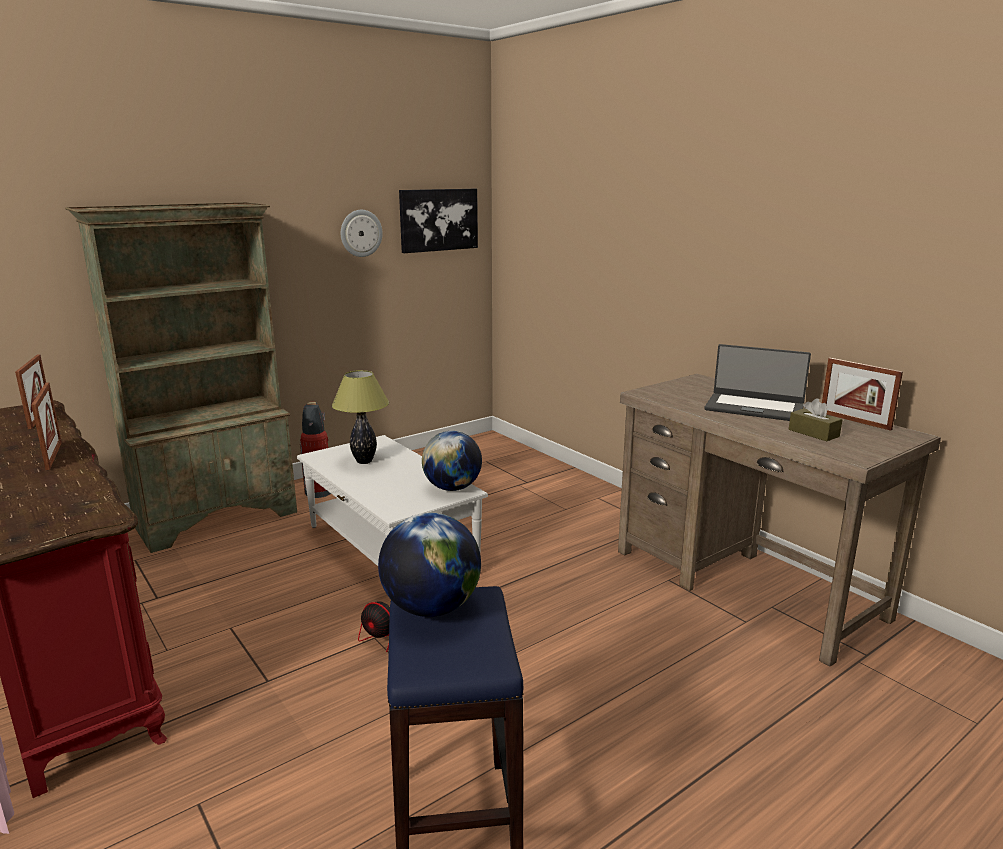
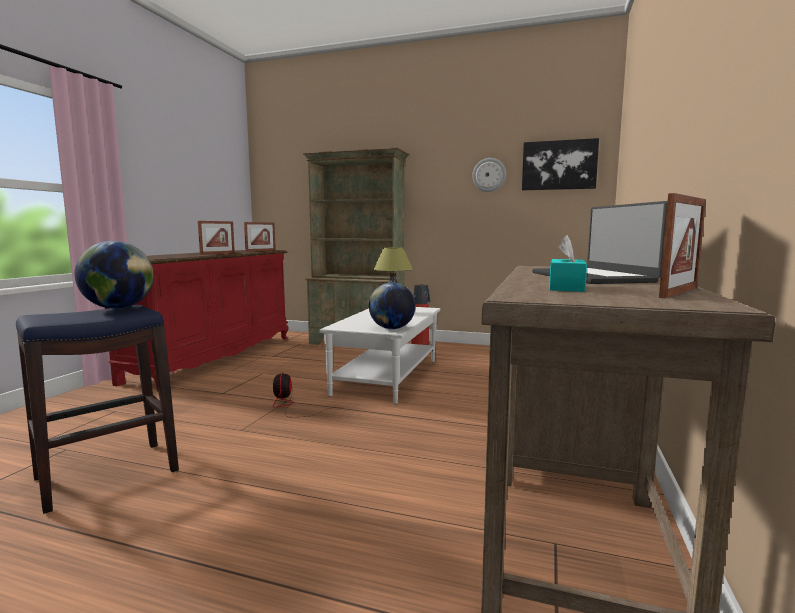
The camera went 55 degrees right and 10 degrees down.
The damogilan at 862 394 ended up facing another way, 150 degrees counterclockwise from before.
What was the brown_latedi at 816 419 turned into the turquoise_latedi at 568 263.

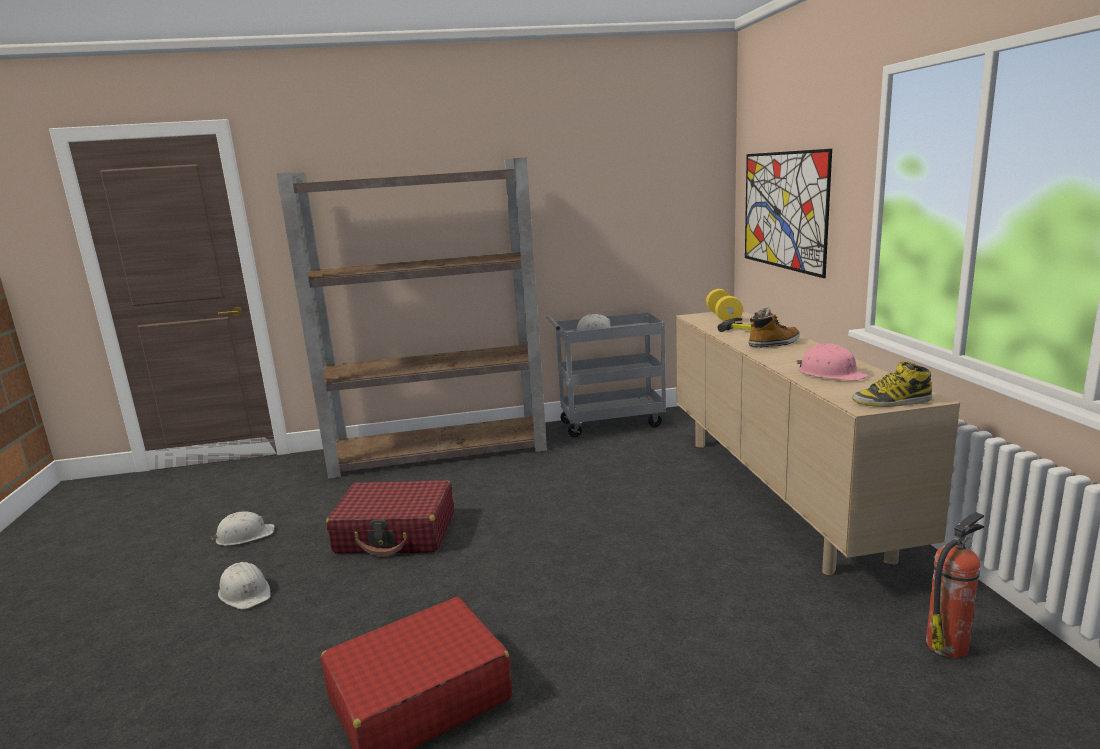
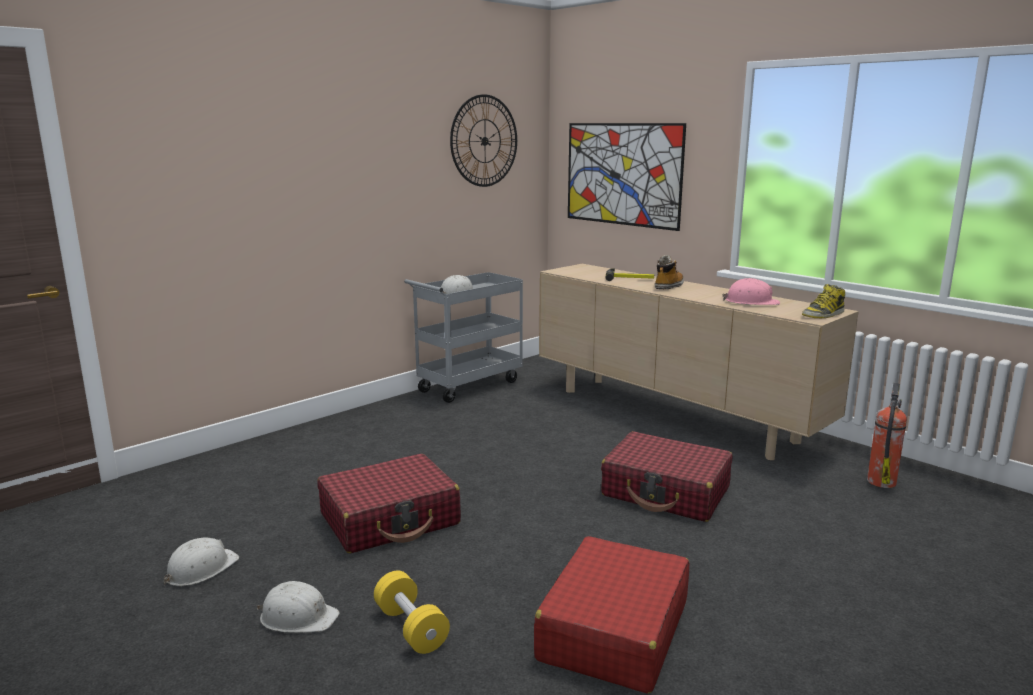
The camera went 35 degrees left and 0 degrees up.
The second view lost the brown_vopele at 411 318.
The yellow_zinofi ended up elsewhere, having gone from 724 305 to 412 612.
The second view gained the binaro at 483 140.
The second view gained the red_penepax at 667 476.

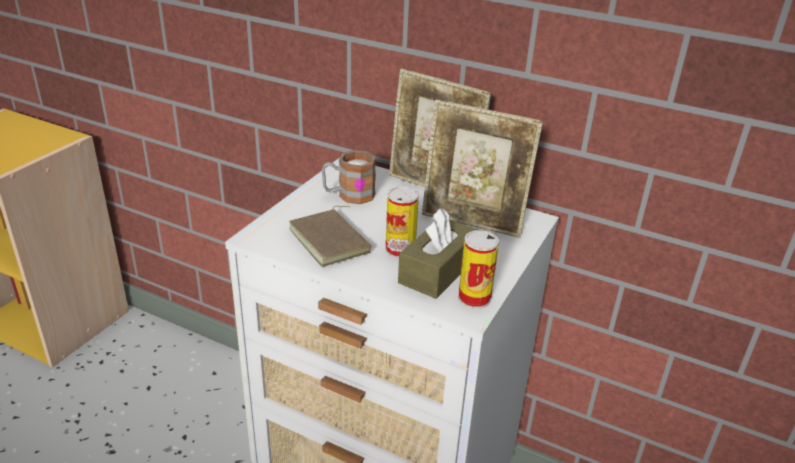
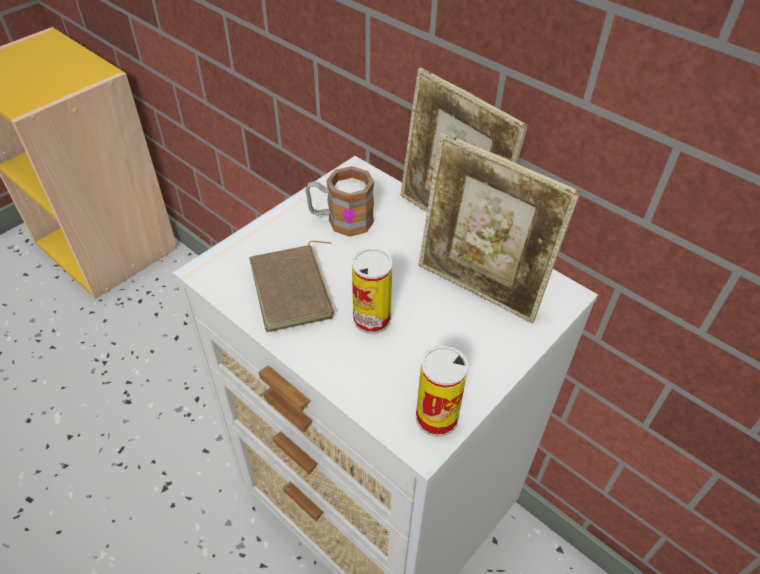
The camera went 15 degrees right and 15 degrees up.
The second view lost the brown_latedi at 438 253.

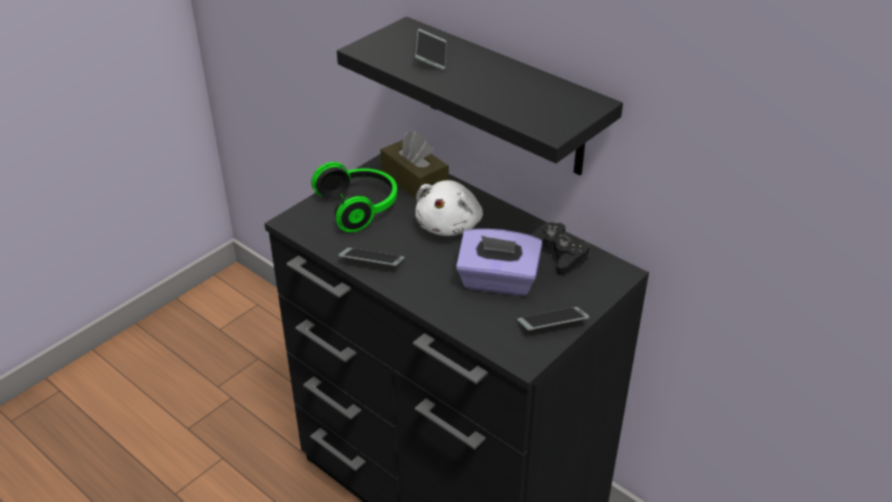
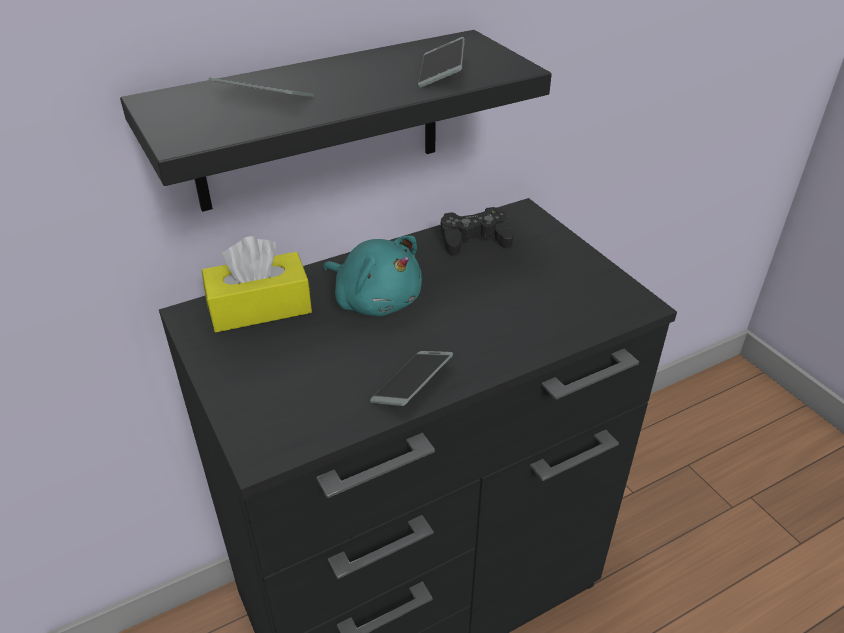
The camera went 70 degrees left and 0 degrees up.
What was the brown_latedi at 414 165 turned into the yellow_latedi at 257 284.
The second view lost the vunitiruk at 354 197.
What was the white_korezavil at 449 208 turned into the turquoise_korezavil at 372 276.
The second view lost the purple_latedi at 499 262.
The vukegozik ended up elsewhere, having gone from 553 318 to 441 62.

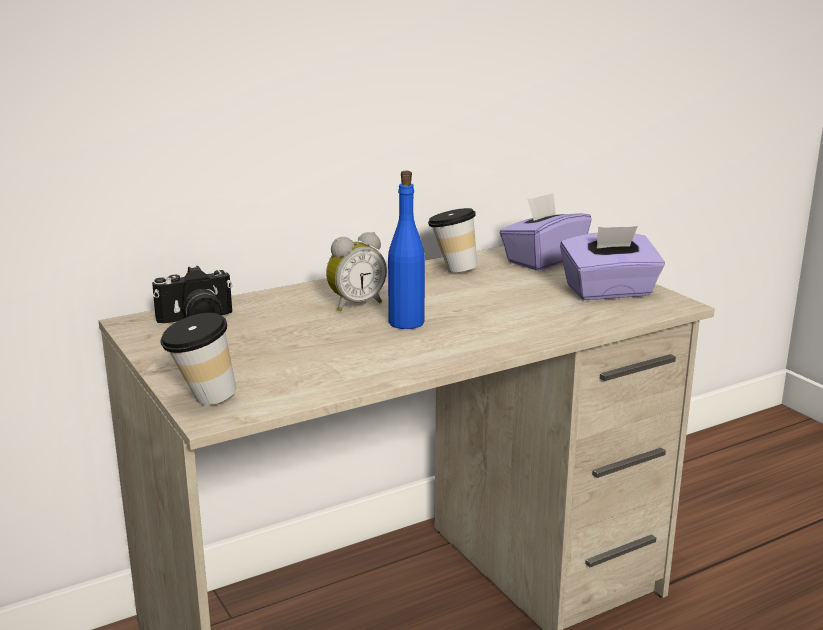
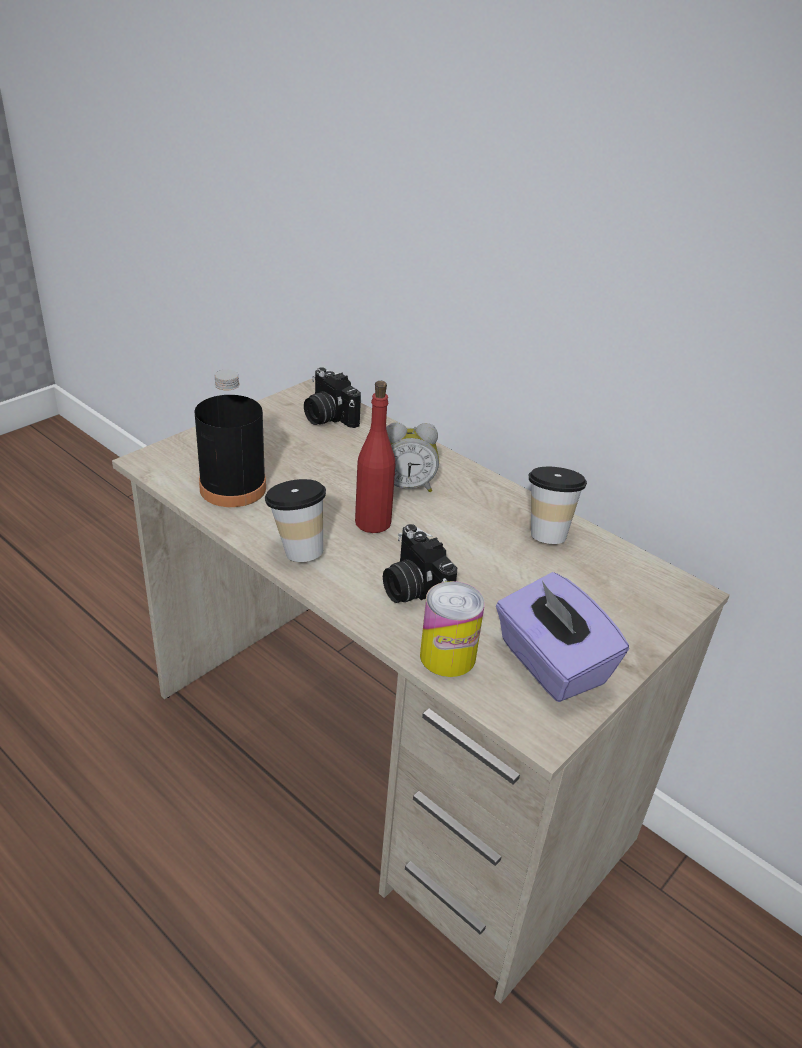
The camera went 70 degrees right and 15 degrees up.
What was the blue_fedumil at 406 249 turned into the red_fedumil at 375 457.
The second view lost the purple_latedi at 546 232.
The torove at 356 272 ended up facing another way, 45 degrees counterclockwise from before.
The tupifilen ended up elsewhere, having gone from 198 359 to 295 520.
The second view gained the black_fedumil at 230 438.
The second view gained the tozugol at 420 563.
The second view gained the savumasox at 452 629.

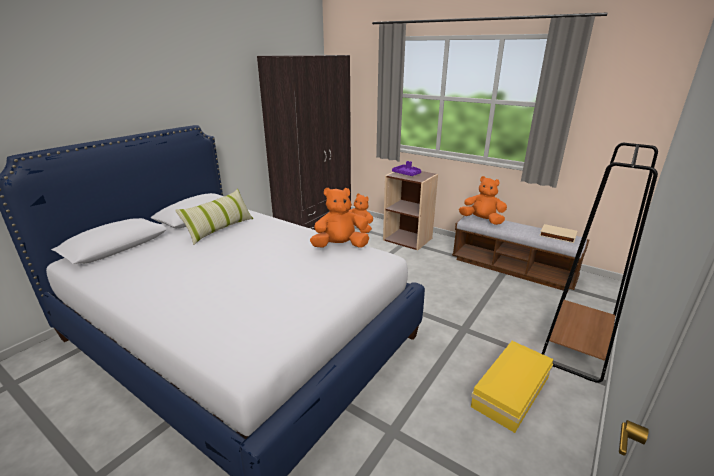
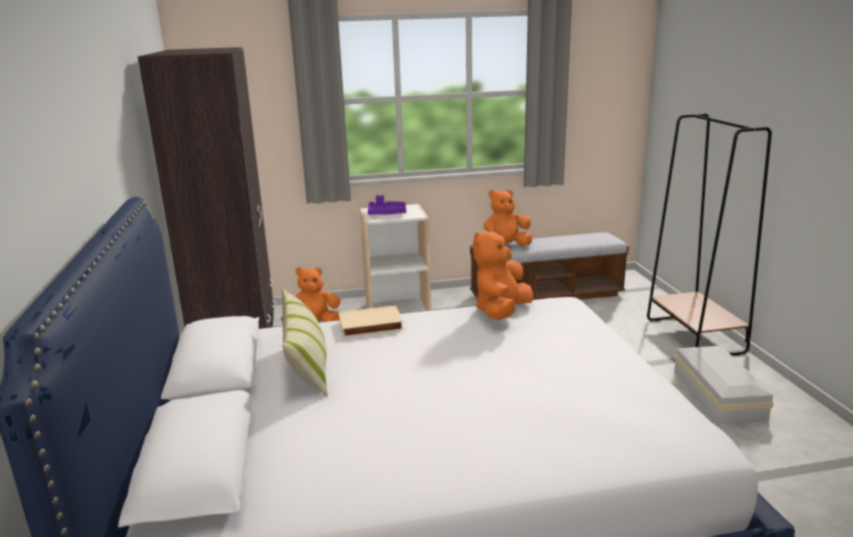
The camera went 45 degrees left and 5 degrees down.
What was the brown_vopele at 410 210 turned into the white_vopele at 395 259.
The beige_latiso ended up elsewhere, having gone from 558 233 to 371 321.
What was the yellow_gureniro at 512 387 turned into the white_gureniro at 724 385.

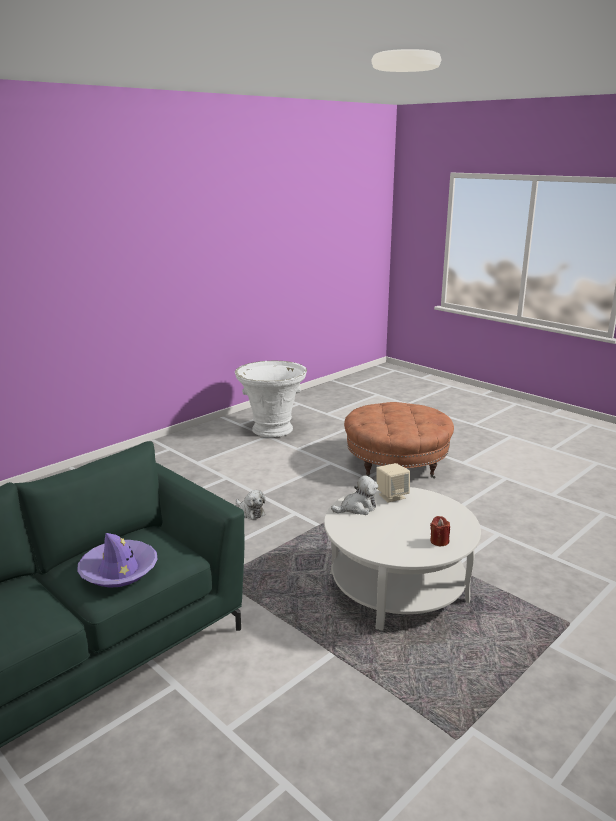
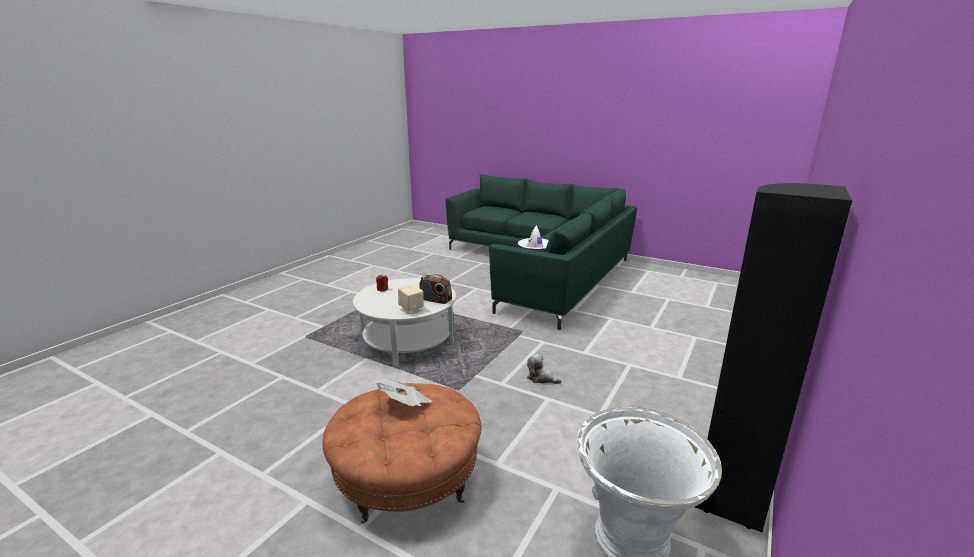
The camera went 165 degrees right and 0 degrees up.
Where the korezavil stood at 354 495, the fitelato came to stand at 435 289.
What was the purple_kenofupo at 117 560 turned into the white_kenofupo at 533 238.
The second view gained the black_vopele at 773 357.
The second view gained the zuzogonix at 403 392.

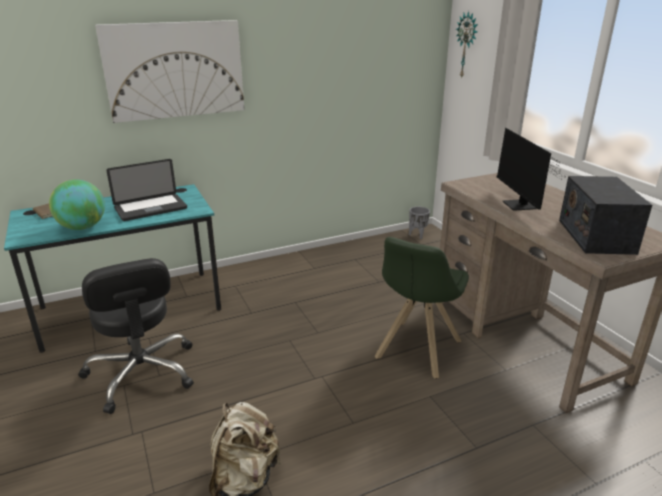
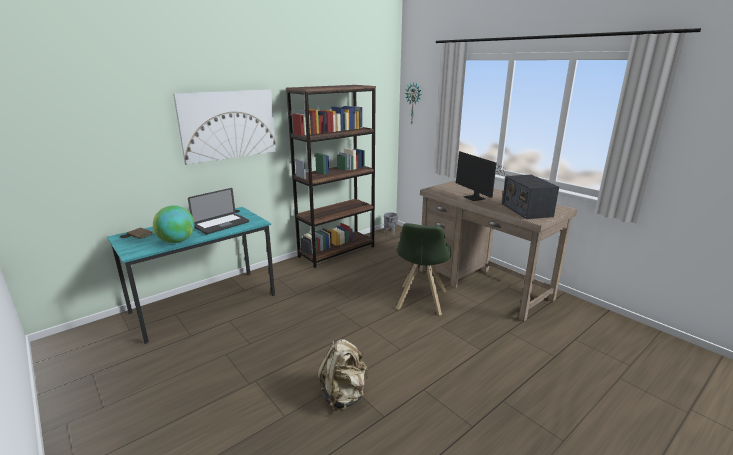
The camera went 15 degrees left and 5 degrees down.
The second view lost the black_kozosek at 136 336.
The second view gained the brown_vopele at 331 176.

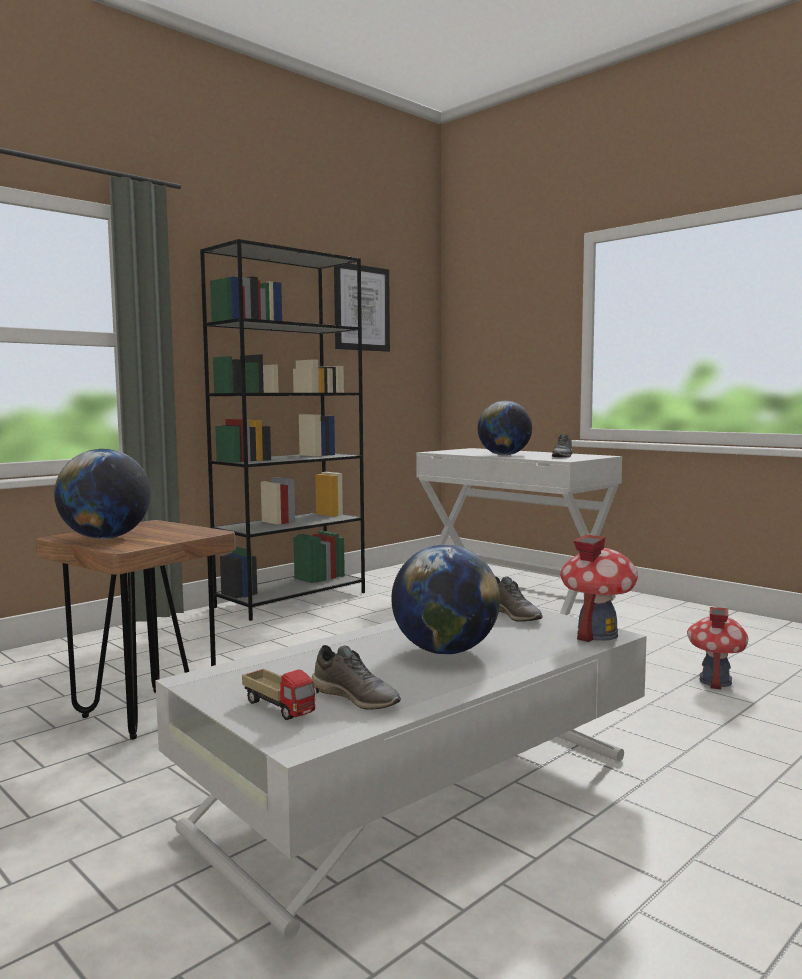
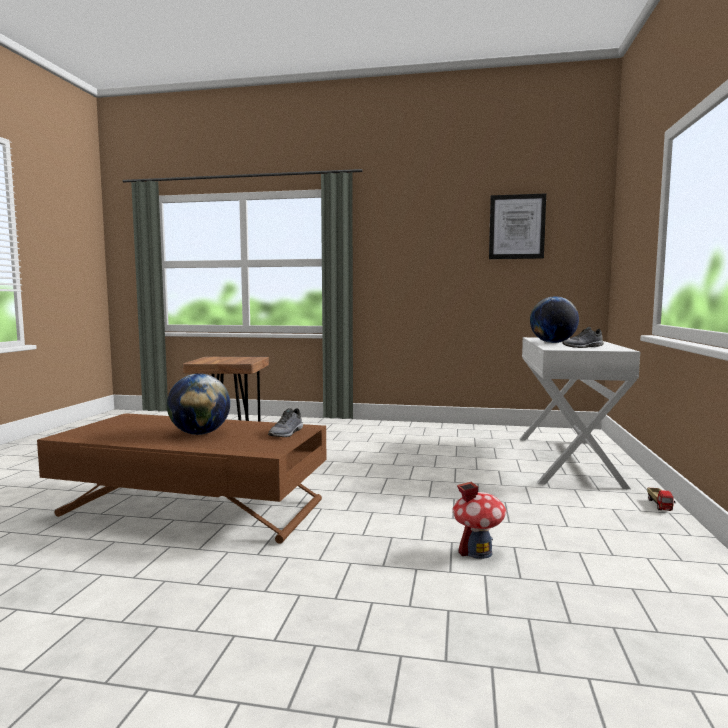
The camera went 55 degrees right and 0 degrees up.
The second view lost the grey_vopele at 282 430.
The second view lost the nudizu at 102 494.
The second view lost the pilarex at 599 588.
What was the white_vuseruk at 401 773 turned into the brown_vuseruk at 181 478.
The second view lost the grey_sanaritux at 356 677.
The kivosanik ended up elsewhere, having gone from 280 694 to 661 499.

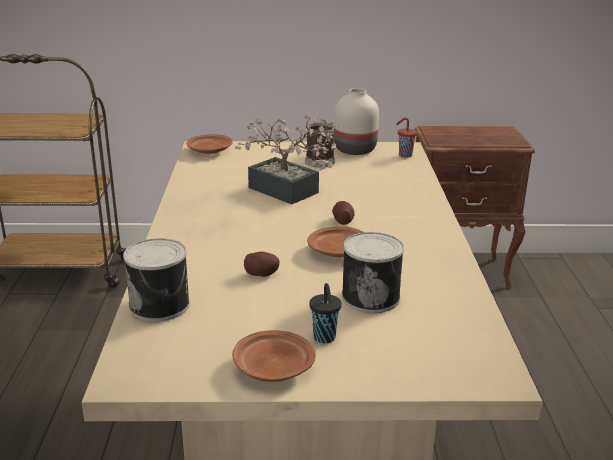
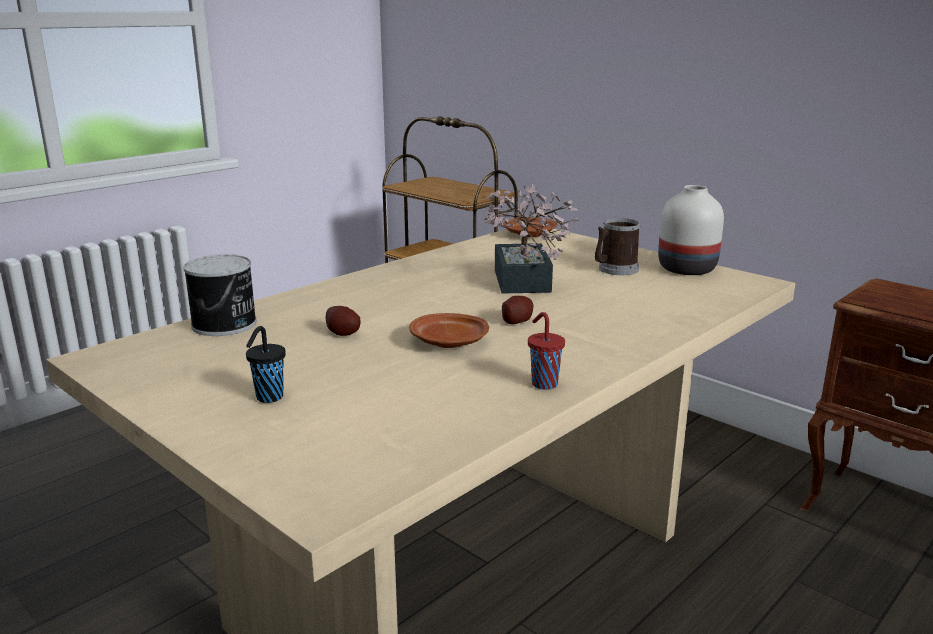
The camera went 45 degrees right and 5 degrees down.
The red_tupifilen ended up elsewhere, having gone from 406 138 to 546 351.
The second view lost the savumasox at 373 272.
The second view lost the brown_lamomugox at 274 356.

